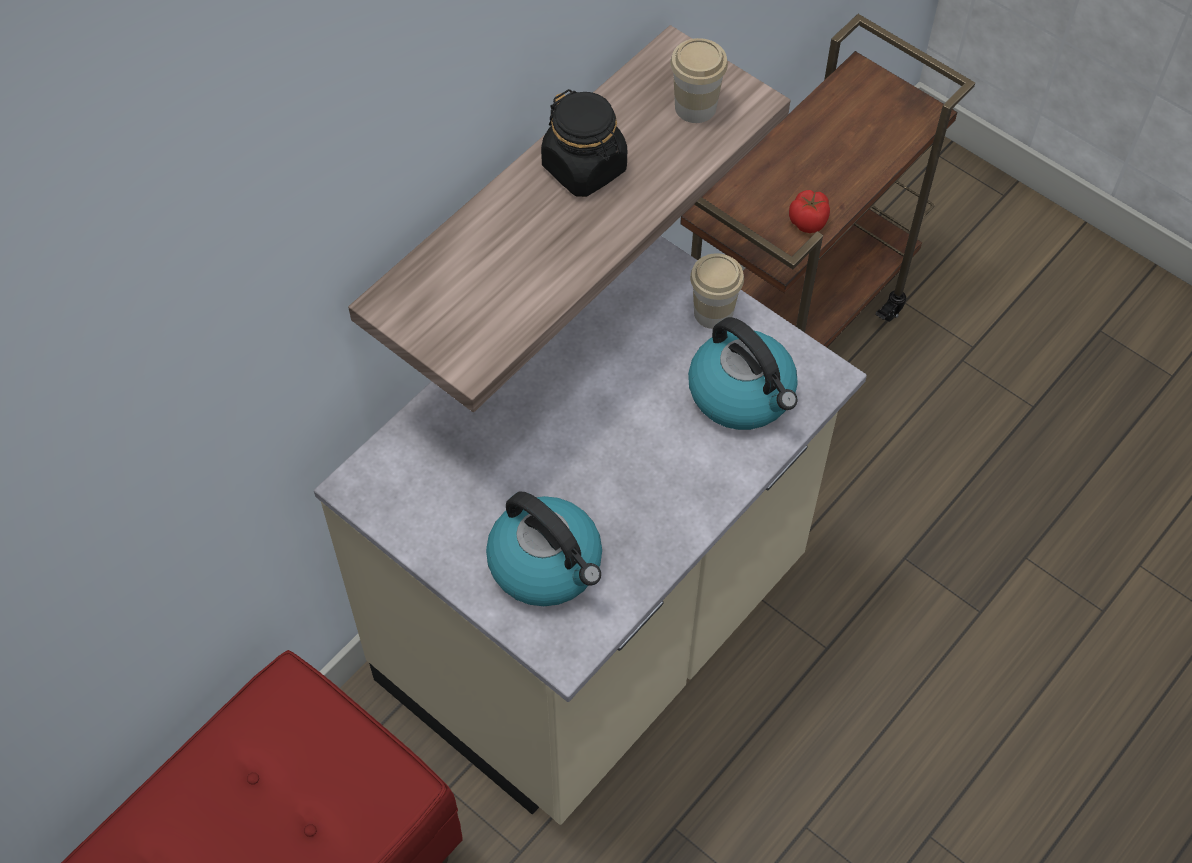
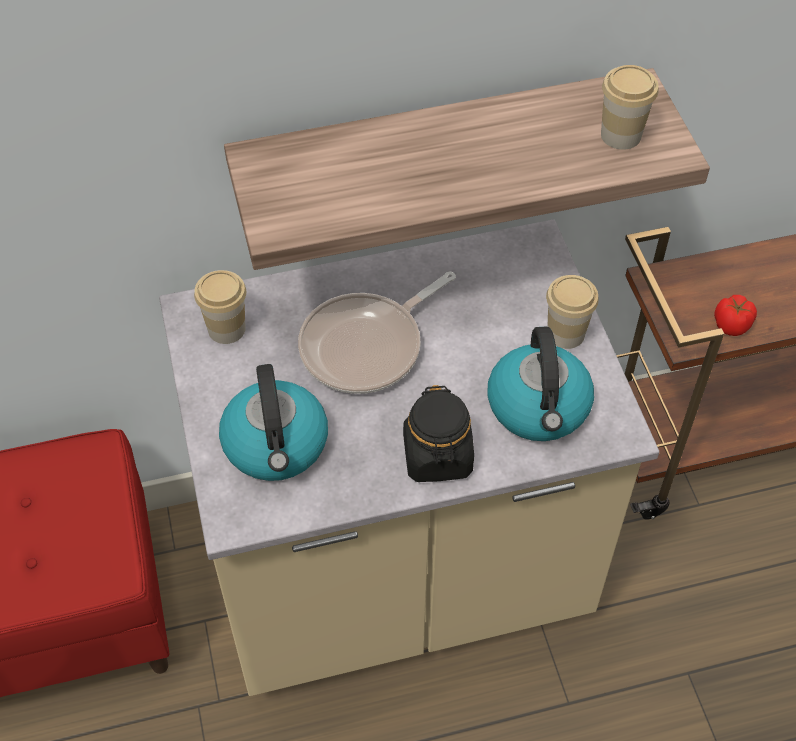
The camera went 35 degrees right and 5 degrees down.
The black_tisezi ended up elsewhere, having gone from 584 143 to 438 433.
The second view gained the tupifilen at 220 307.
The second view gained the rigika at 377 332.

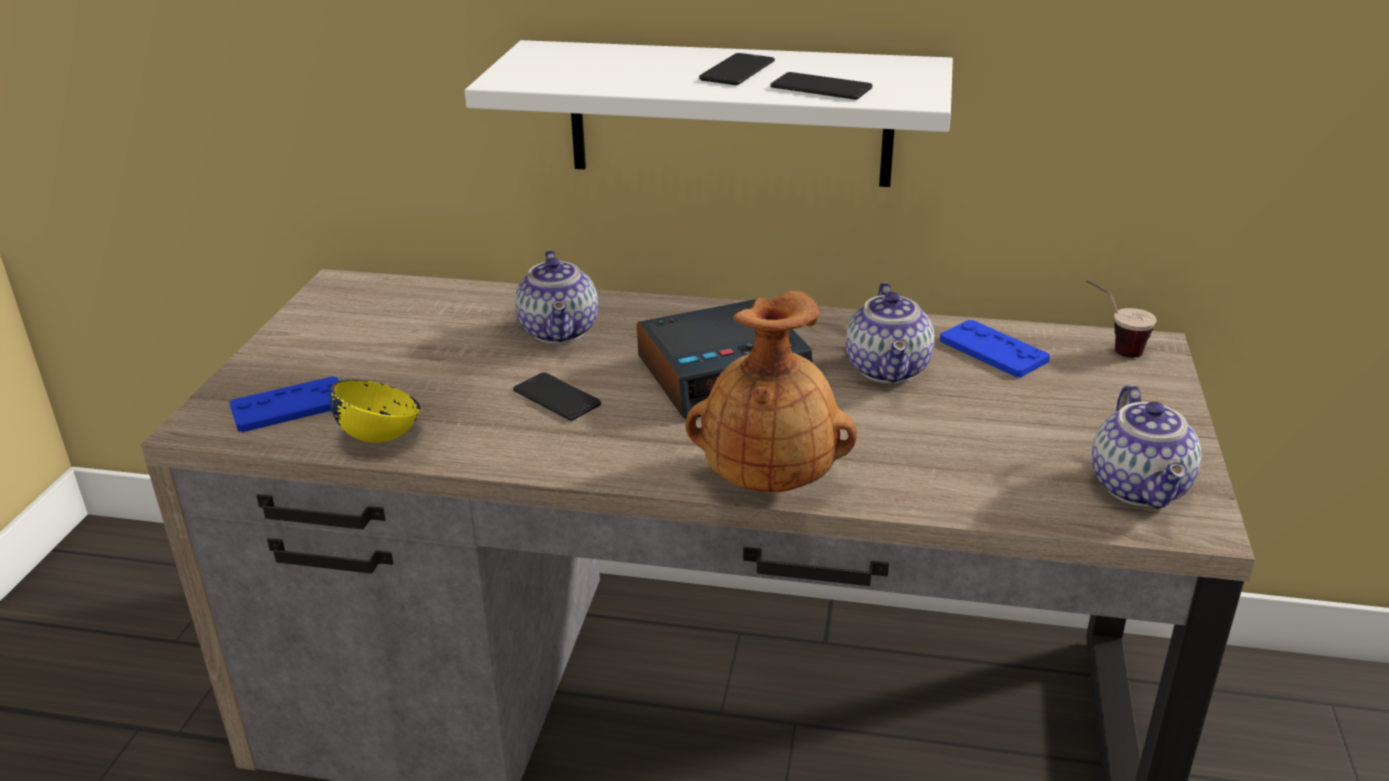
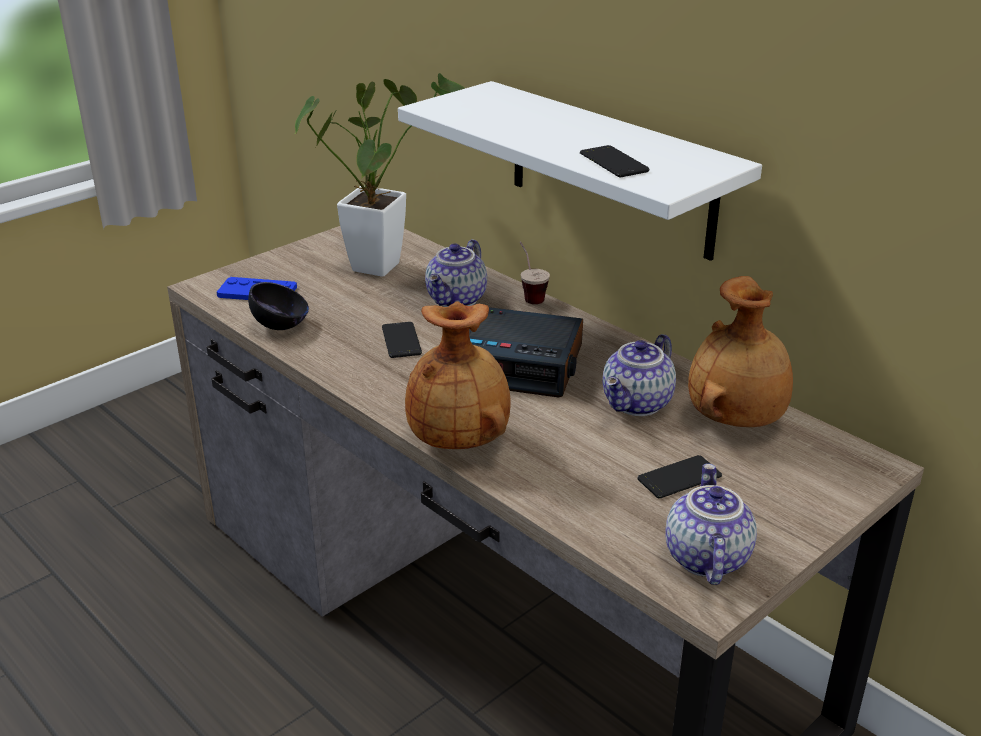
The camera went 35 degrees right and 0 degrees up.
The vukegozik ended up elsewhere, having gone from 737 69 to 680 476.
The tupifilen ended up elsewhere, having gone from 1121 319 to 535 272.
Where the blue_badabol stood at 995 349, the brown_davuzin came to stand at 740 351.
What was the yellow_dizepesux at 375 411 turned into the black_dizepesux at 278 306.
The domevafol at 1147 446 ended up facing another way, 150 degrees clockwise from before.
The second view gained the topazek at 379 175.

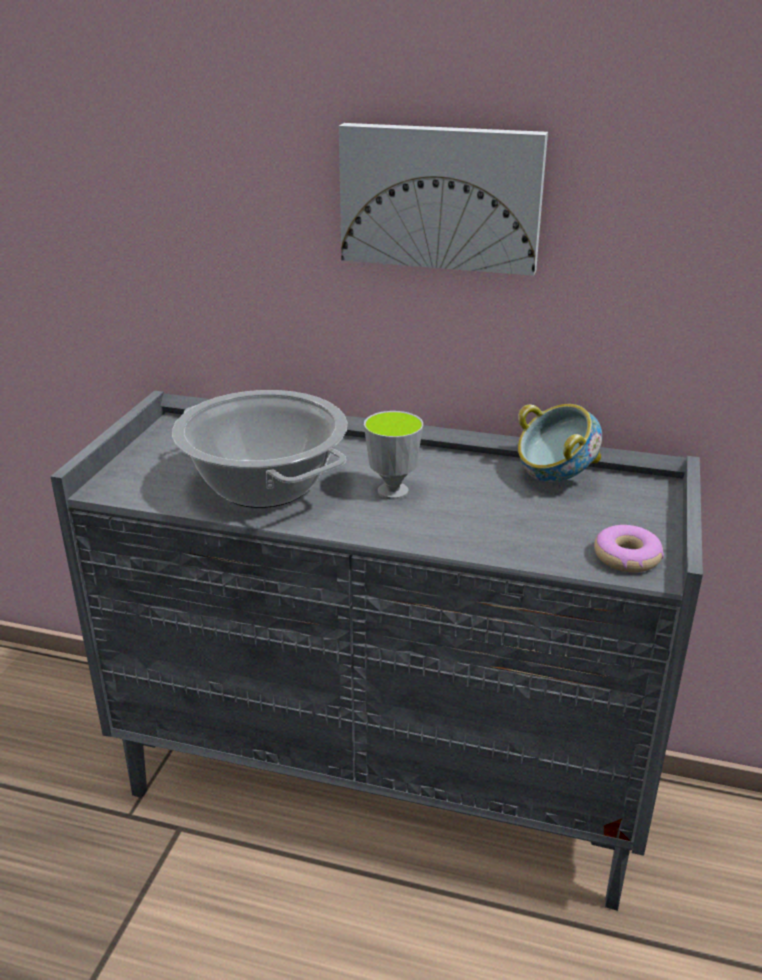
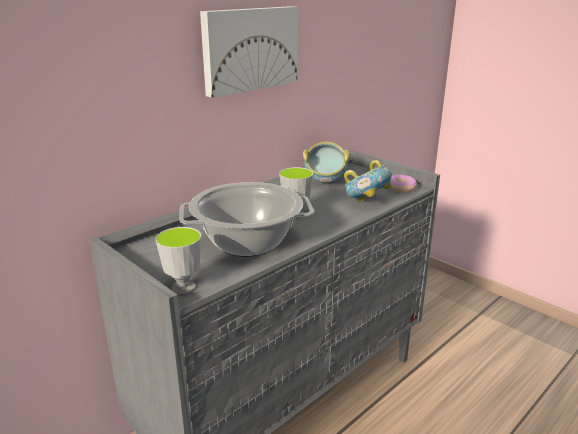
The camera went 60 degrees left and 5 degrees down.
The second view gained the dizepesux at 368 181.
The second view gained the tupifilen at 178 260.

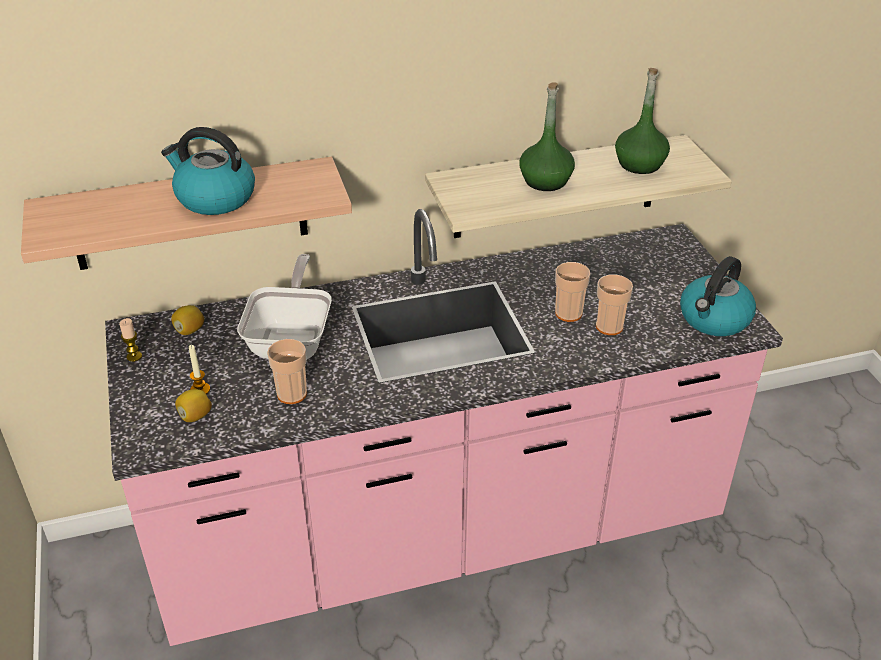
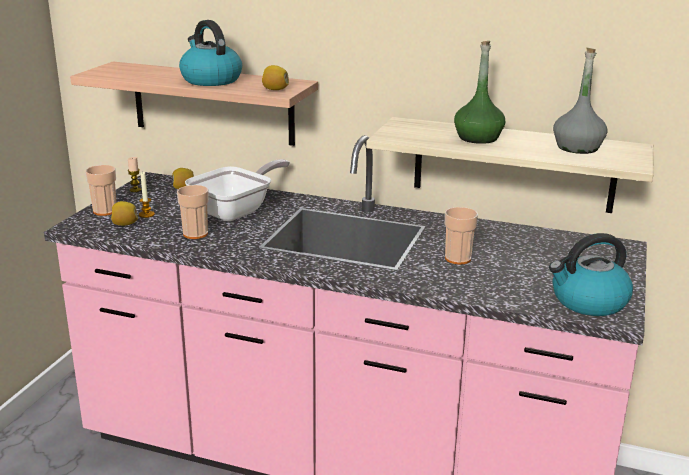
The camera went 35 degrees right and 15 degrees down.
What was the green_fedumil at 642 121 turned into the grey_fedumil at 580 101.
The tupifilen ended up elsewhere, having gone from 614 304 to 101 190.
The second view gained the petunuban at 275 77.

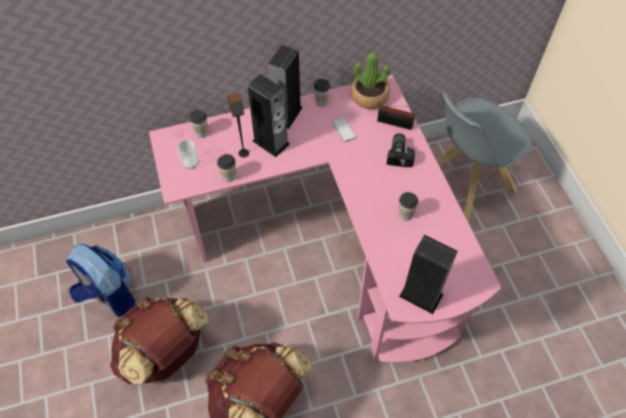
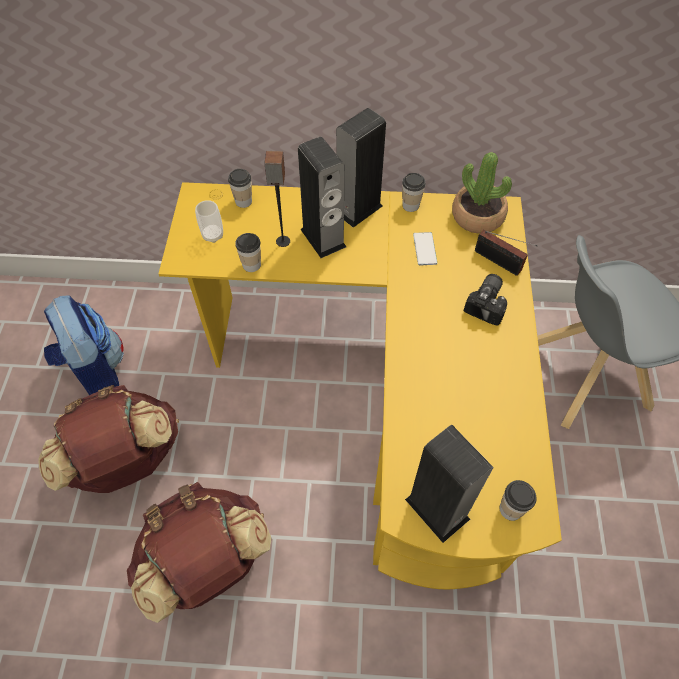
The camera went 20 degrees right and 0 degrees up.
What was the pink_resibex at 325 219 turned into the yellow_resibex at 360 385.
The tupifilen ended up elsewhere, having gone from 408 206 to 518 500.

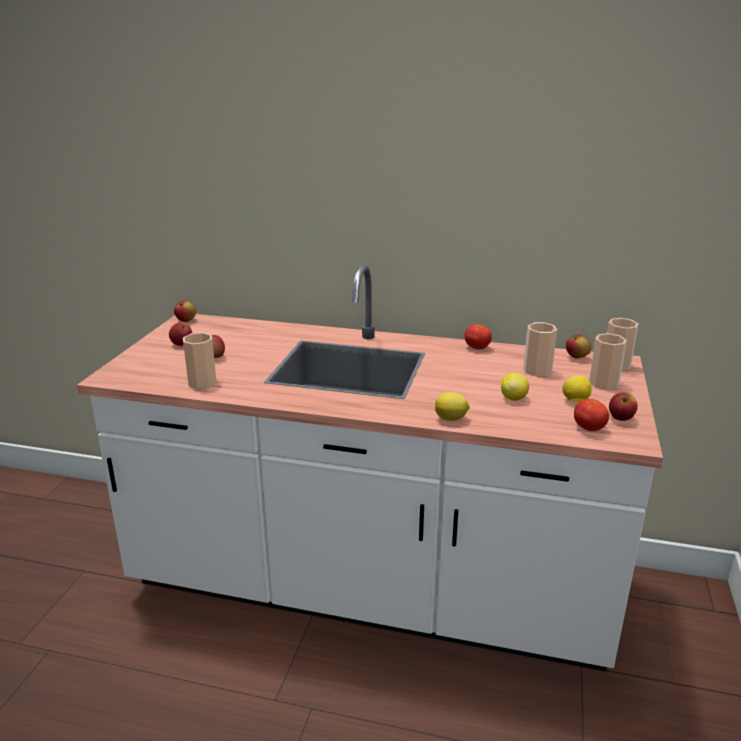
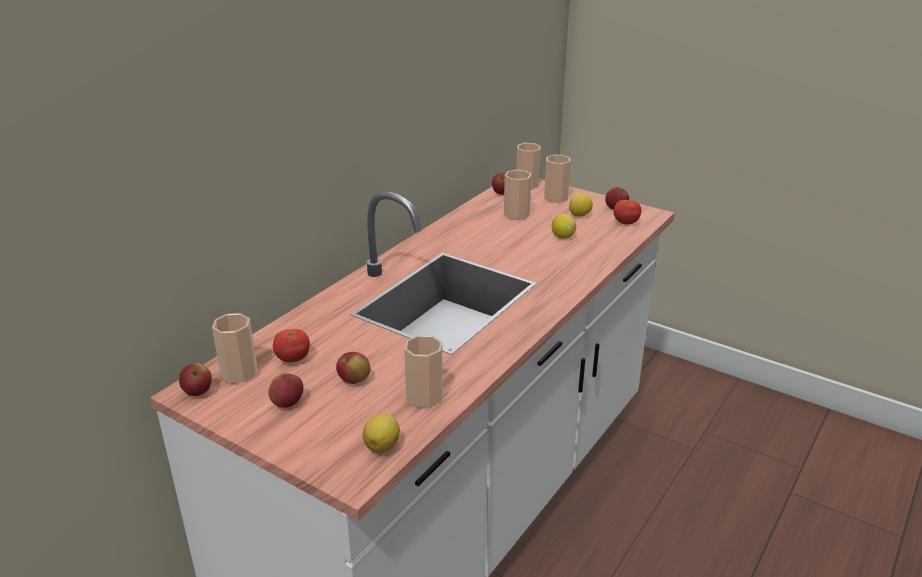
The camera went 70 degrees left and 5 degrees up.
The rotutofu ended up elsewhere, having gone from 478 336 to 291 346.
The petunuban ended up elsewhere, having gone from 452 406 to 381 433.
The second view gained the tupifilen at 234 348.

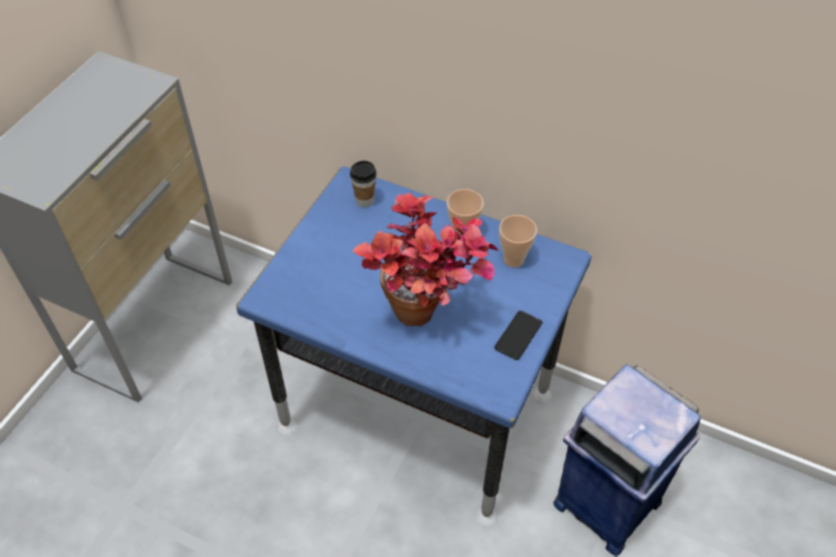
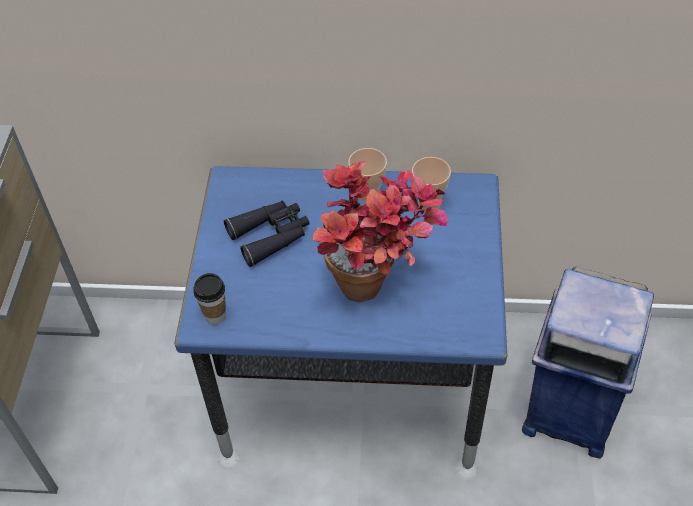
The camera went 20 degrees left and 0 degrees up.
The tupifilen ended up elsewhere, having gone from 363 184 to 209 299.
The second view lost the vukegozik at 518 335.
The second view gained the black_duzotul at 267 233.

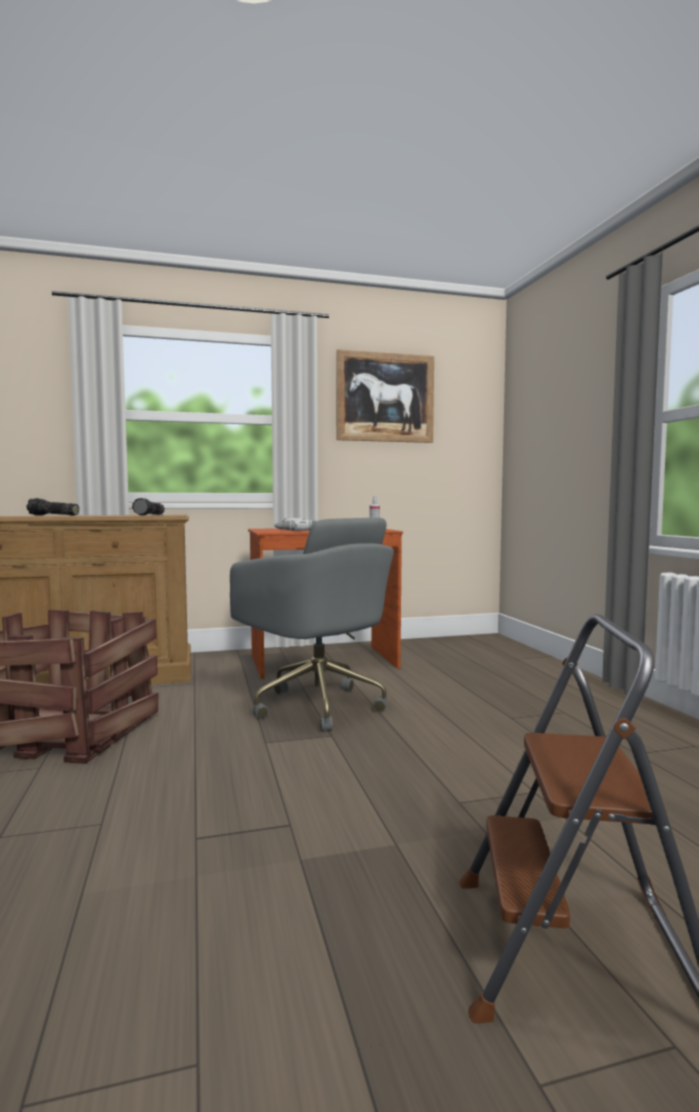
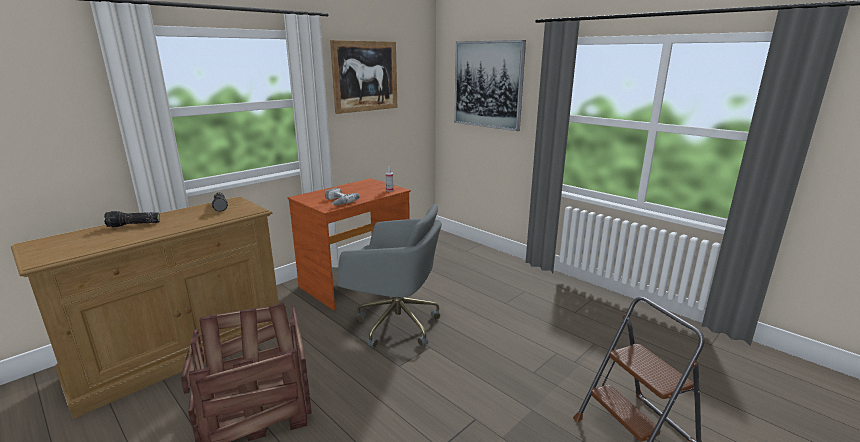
The camera went 30 degrees left and 15 degrees up.
The second view gained the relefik at 490 85.

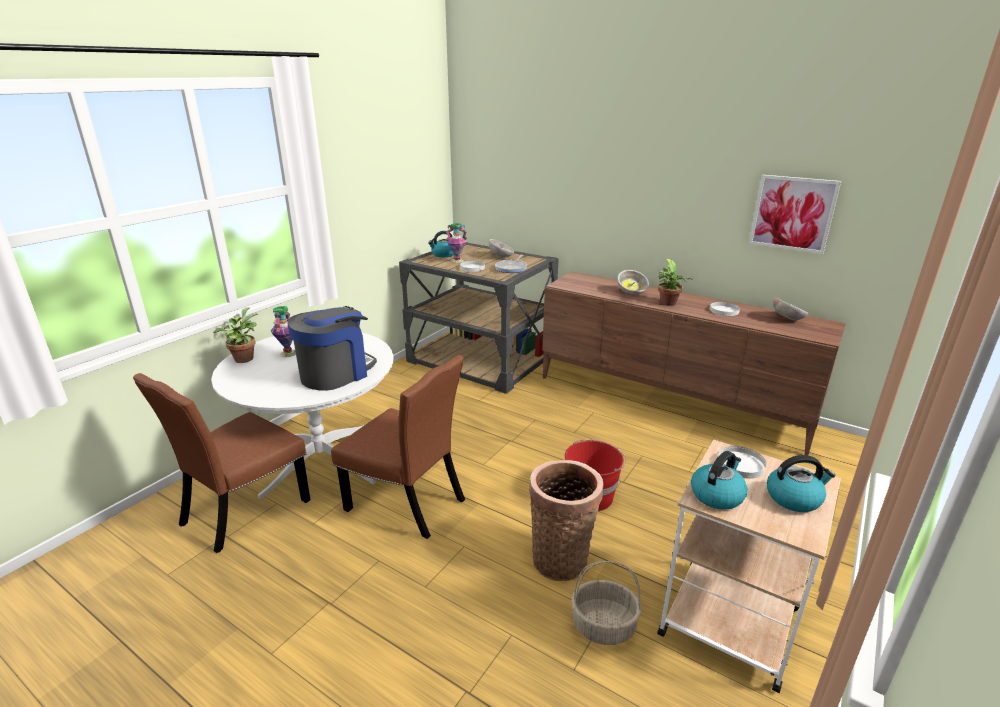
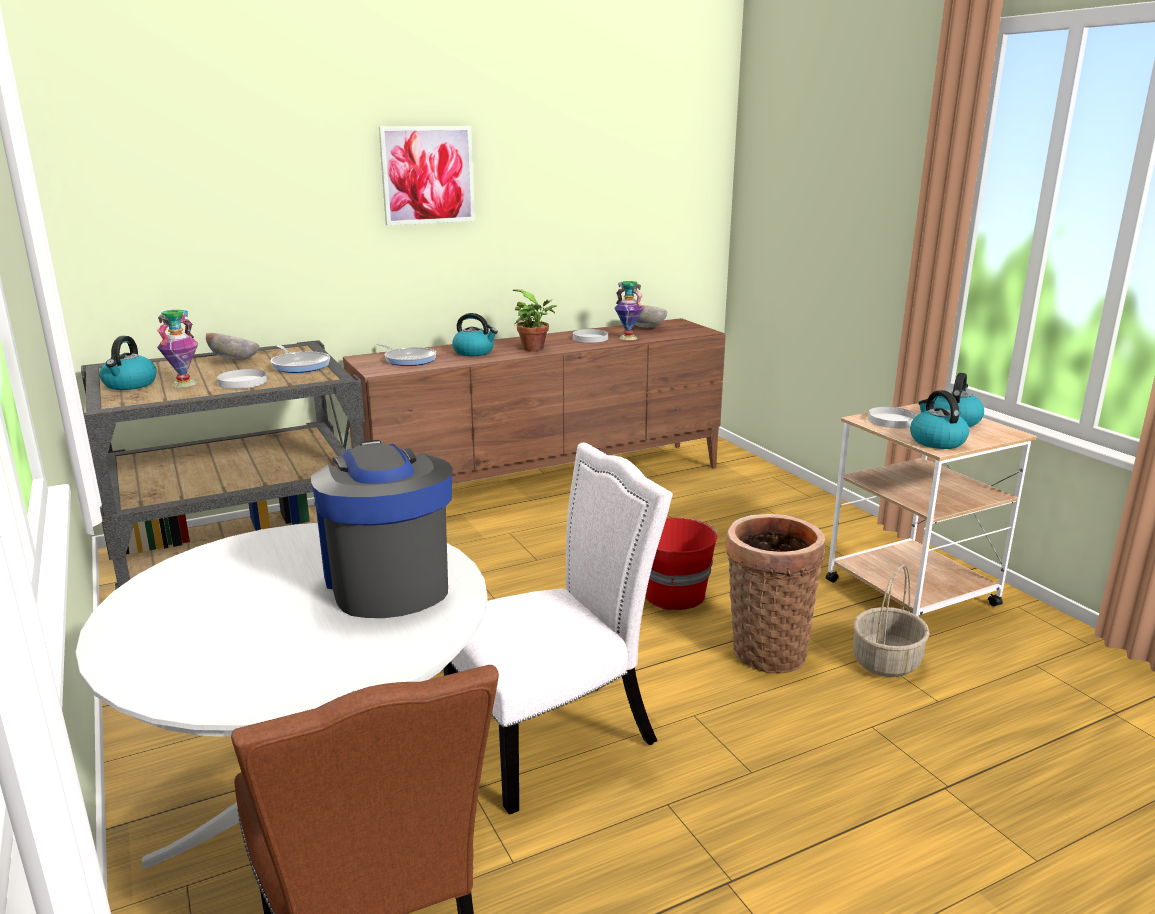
The camera went 60 degrees left and 5 degrees down.
The relefik ended up elsewhere, having gone from 795 214 to 427 176.
Where the dizepesux stood at 633 282, the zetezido came to stand at 475 334.
The davuzin ended up elsewhere, having gone from 283 331 to 628 310.
The second view lost the topazek at 235 335.
What was the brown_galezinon at 398 447 turned into the white_galezinon at 558 629.
The second view gained the rigika at 406 354.

